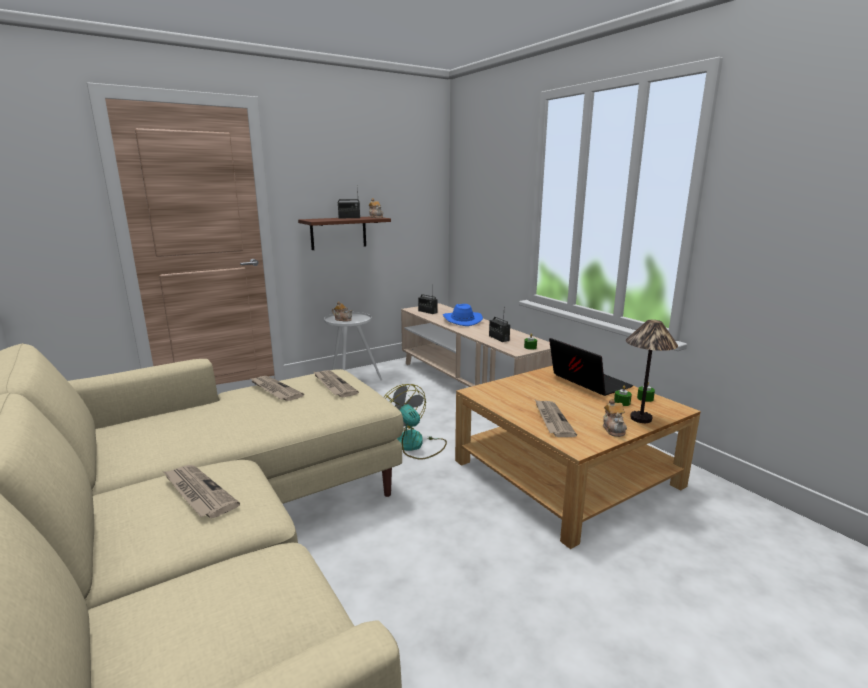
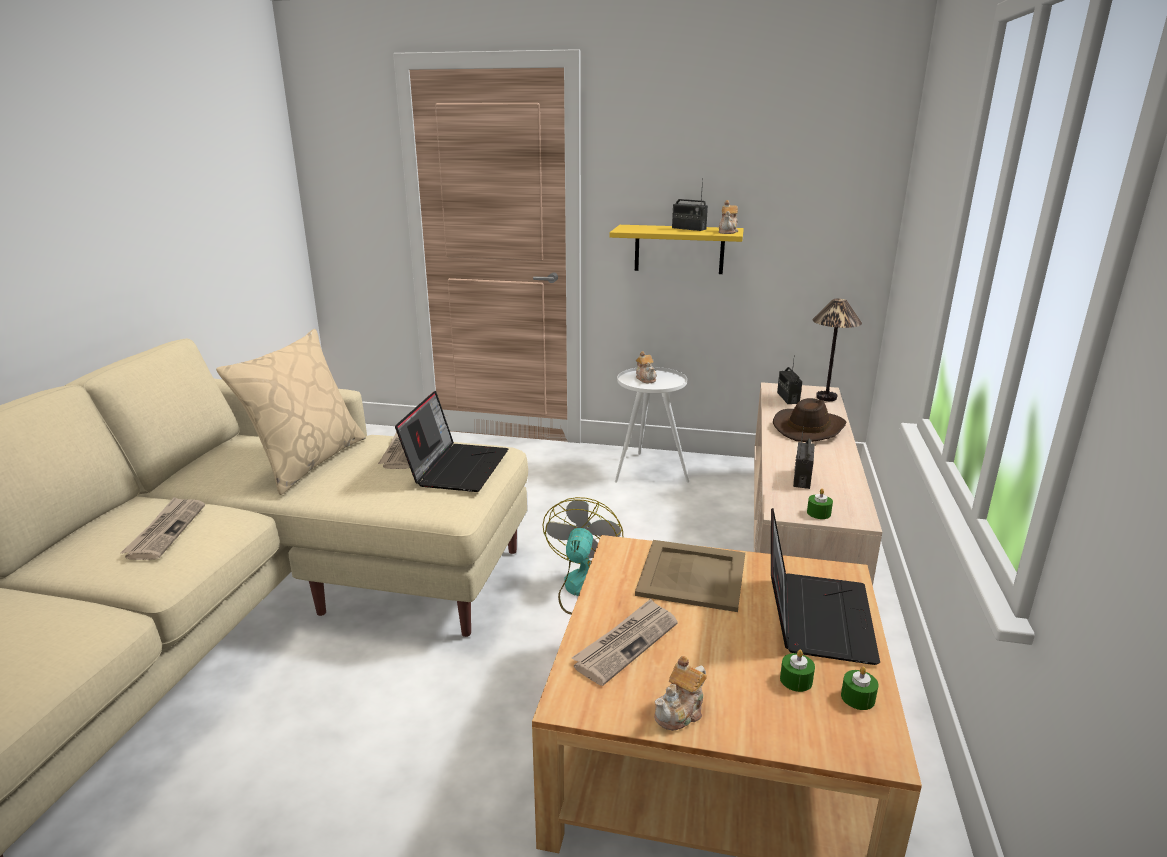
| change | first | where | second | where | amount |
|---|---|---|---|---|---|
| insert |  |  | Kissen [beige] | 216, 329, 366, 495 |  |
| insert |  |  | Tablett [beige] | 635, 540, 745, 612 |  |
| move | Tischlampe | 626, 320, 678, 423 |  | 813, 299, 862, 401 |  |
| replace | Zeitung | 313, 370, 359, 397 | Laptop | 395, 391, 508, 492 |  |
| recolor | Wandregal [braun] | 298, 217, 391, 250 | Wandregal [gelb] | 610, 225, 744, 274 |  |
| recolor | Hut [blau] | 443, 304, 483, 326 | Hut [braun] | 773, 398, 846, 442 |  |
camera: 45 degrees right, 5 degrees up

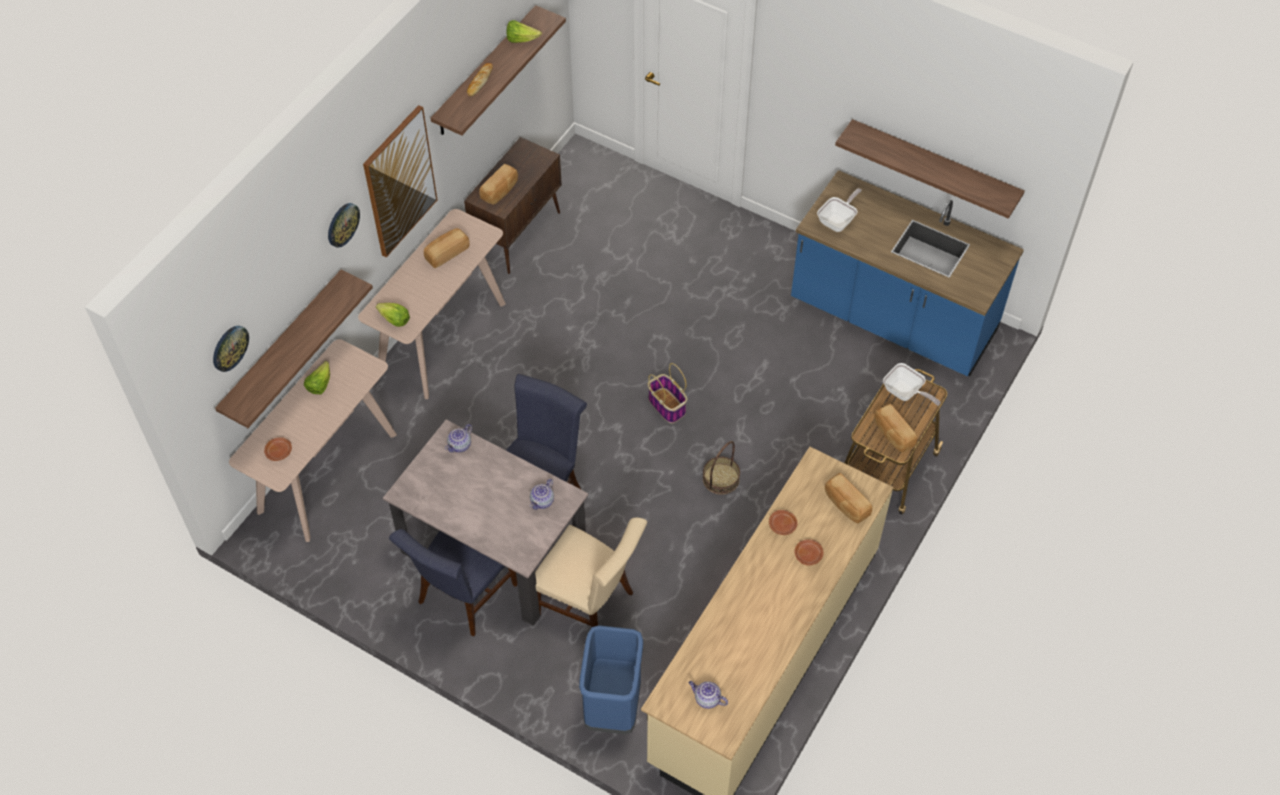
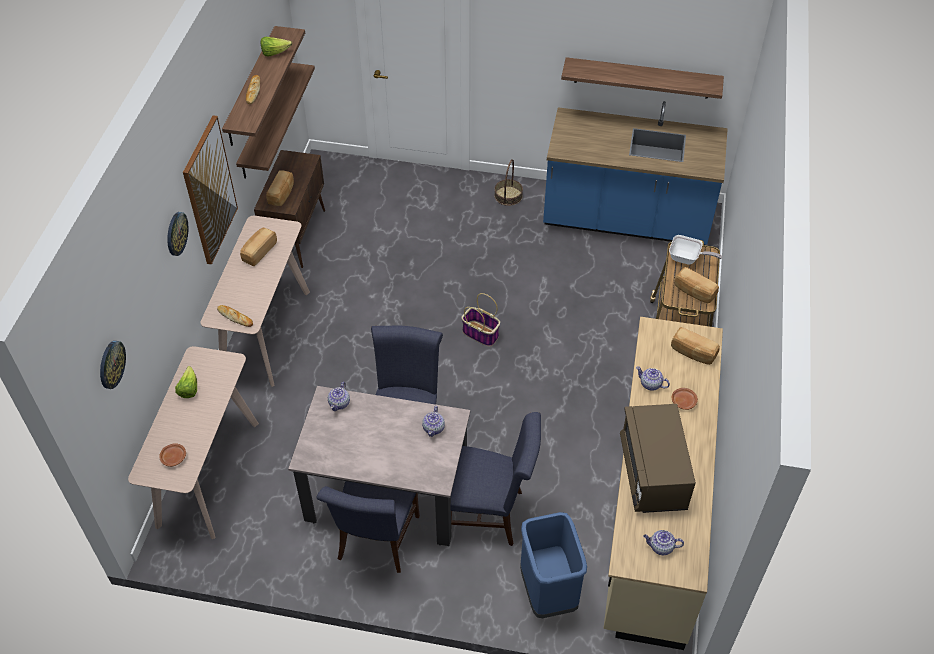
| change | first | where | second | where | amount |
|---|---|---|---|---|---|
| delete | Pfanne | 817, 188, 862, 232 |  |  |  |
| insert |  |  | Mikrowelle [braun] | 620, 404, 696, 513 |  |
| move | Wandregal | 215, 269, 373, 428 |  | 236, 63, 315, 179 |  |
| move | Korb | 703, 441, 740, 495 |  | 494, 159, 523, 206 |  |
| replace | Salatkopf | 376, 303, 410, 327 | Brot | 217, 305, 253, 327 |  |
| replace | Teller [braun] | 769, 510, 798, 535 | Teekanne | 636, 366, 670, 391 |  |
| recolor | Stuhl [beige] | 535, 517, 647, 628 | Stuhl [blau] | 450, 412, 541, 546 |  |
camera: 20 degrees left, 5 degrees down

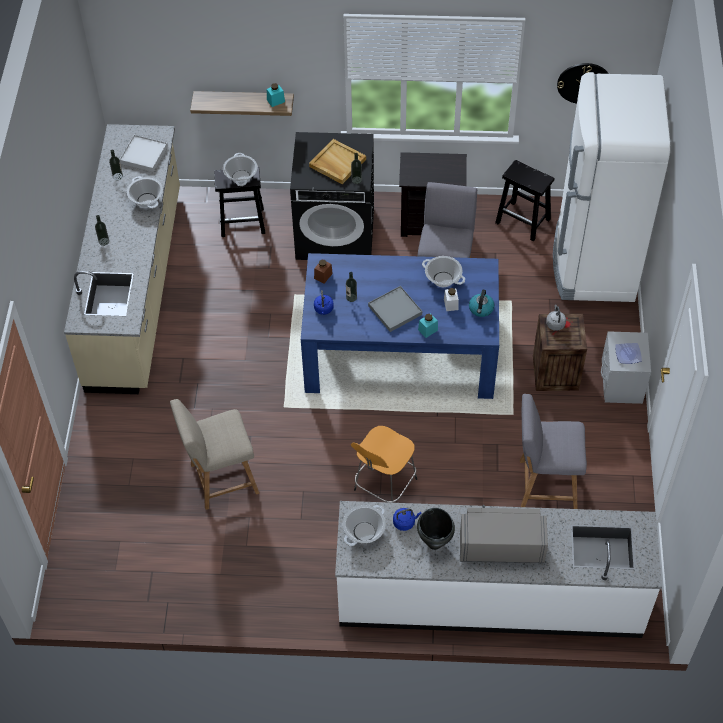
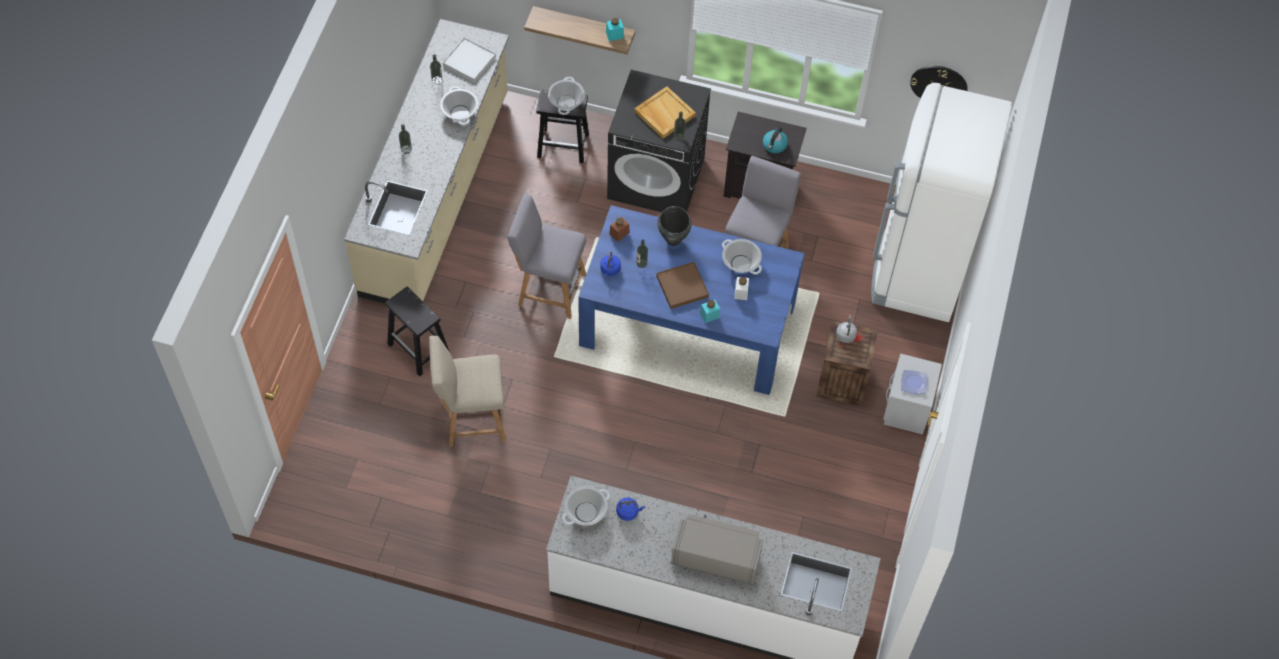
| change | first | where | second | where | amount |
|---|---|---|---|---|---|
| delete | Hocker [orange] | 351, 426, 417, 503 |  |  |  |
| move | Kochtopf [schwarz] | 417, 508, 455, 550 |  | 657, 206, 692, 246 |  |
| move | Wasserkessel | 469, 290, 495, 317 |  | 763, 127, 788, 153 |  |
| move | Hocker [schwarz] | 495, 160, 554, 242 |  | 385, 286, 450, 377 |  |
| move | Stuhl [grau] | 520, 394, 587, 509 |  | 507, 194, 586, 319 |  |
| recolor | Tablett [grau] | 368, 286, 422, 332 | Tablett [braun] | 656, 262, 709, 309 |  |
camera: 10 degrees right, 5 degrees up

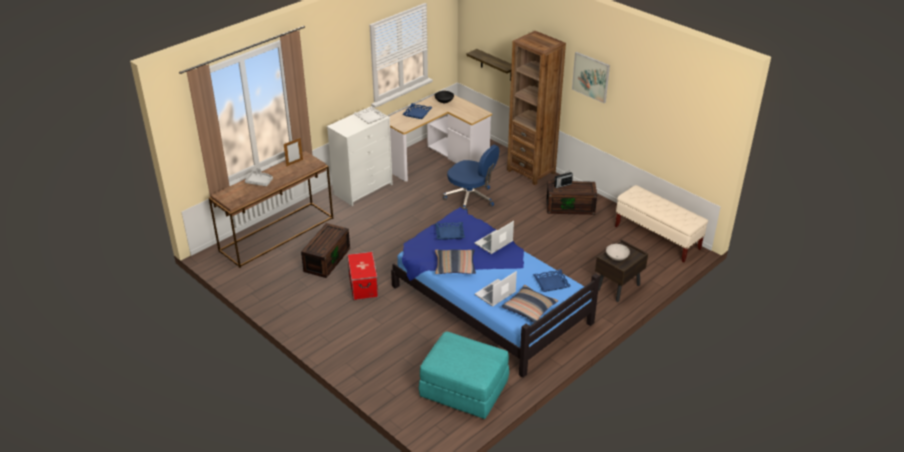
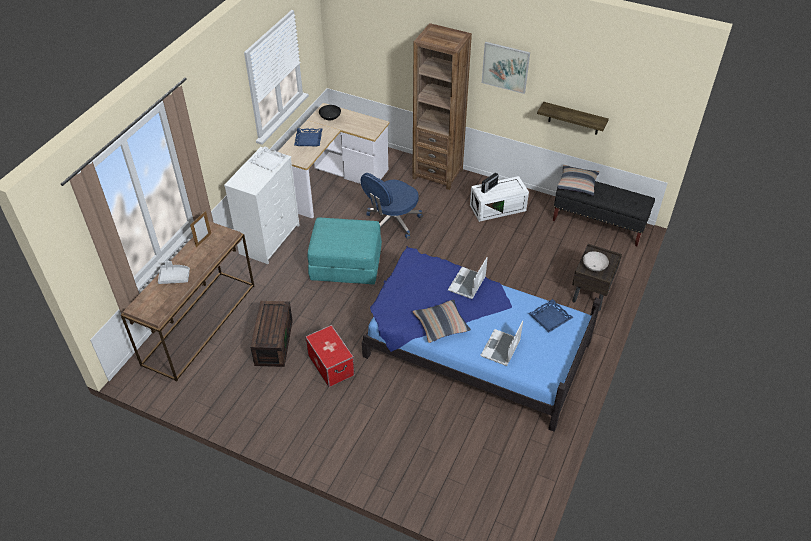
| change | first | where | second | where | amount |
|---|---|---|---|---|---|
| delete | Tablett [blau] | 435, 222, 465, 240 |  |  |  |
| move | Polsterhocker [türkis] | 419, 331, 509, 419 |  | 307, 218, 382, 284 |  |
| move | Wandregal | 466, 49, 512, 80 |  | 537, 102, 609, 135 |  |
| move | Kissen | 502, 285, 558, 323 |  | 557, 165, 599, 196 |  |
| recolor | Aufbewahrungsbox [braun] | 546, 181, 597, 215 | Aufbewahrungsbox [weiß] | 470, 176, 529, 222 |  |
| recolor | Bank [beige] | 615, 185, 708, 263 | Bank [schwarz] | 553, 181, 655, 246 |  |
| rotate | Bürostuhl [blau] | 443, 145, 499, 210 |  | 361, 173, 423, 239 | 120 degrees clockwise |
camera: 20 degrees left, 10 degrees up

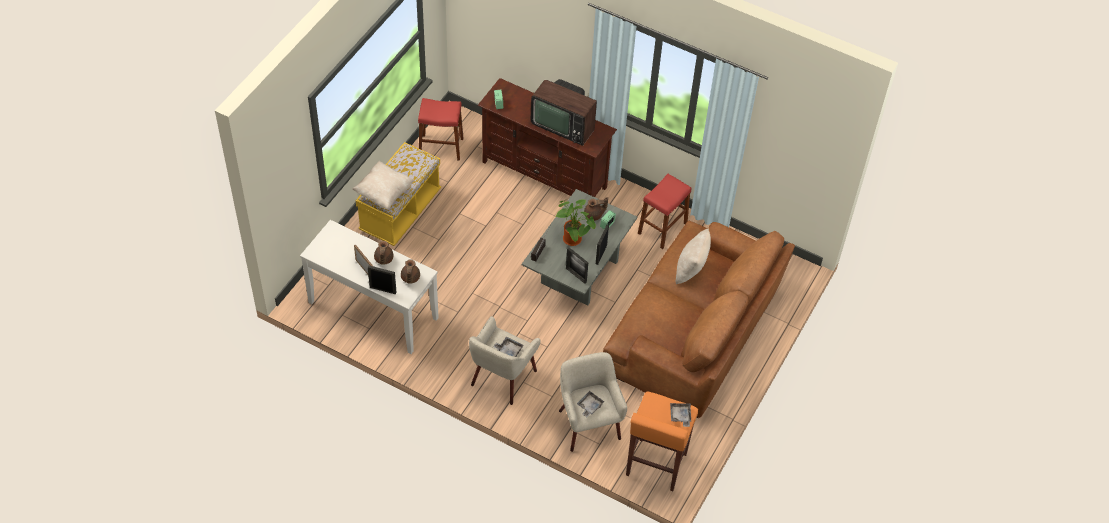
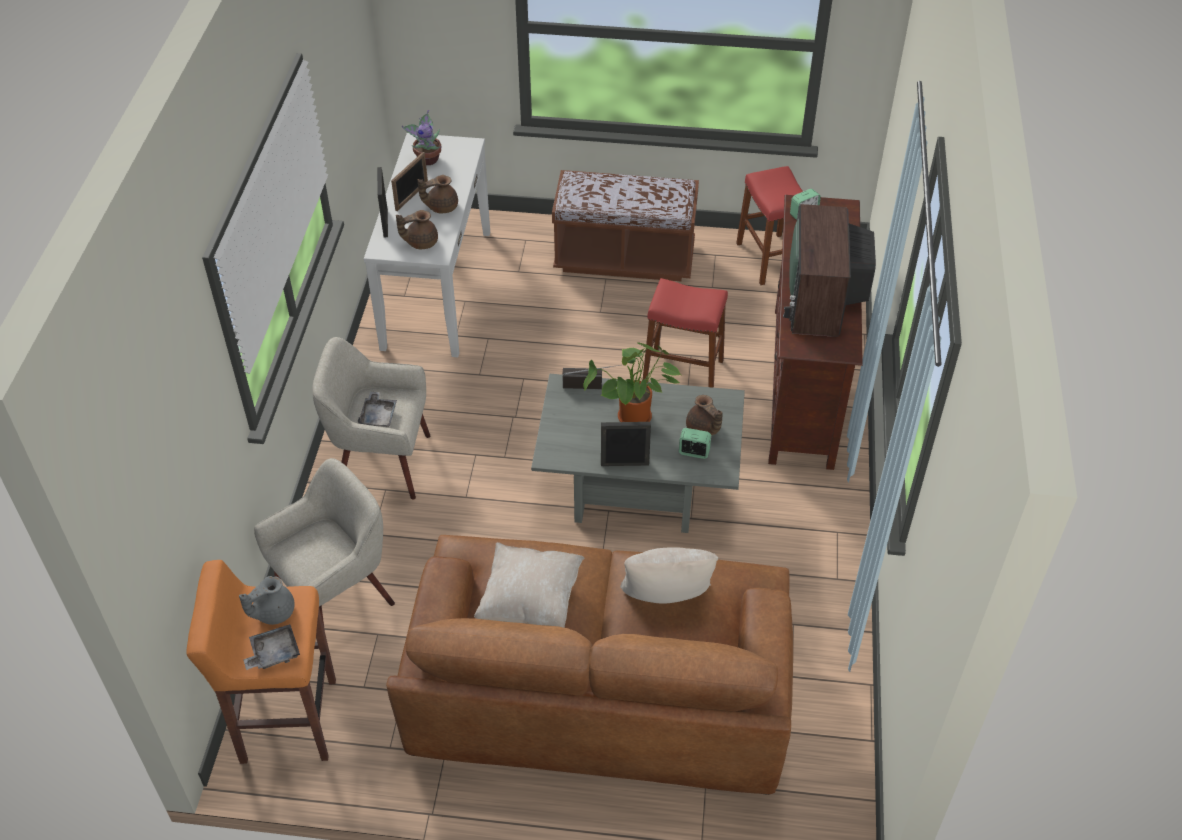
| change | first | where | second | where | amount |
|---|---|---|---|---|---|
| delete | Bilderrahmen | 566, 248, 588, 284 |  |  |  |
| delete | Tablett [grau] | 577, 391, 604, 417 |  |  |  |
| insert |  |  | Teekanne [grau] | 239, 576, 295, 625 |  |
| insert |  |  | Topfpflanze | 402, 110, 441, 165 |  |
| move | Kissen [beige] | 352, 161, 414, 210 |  | 474, 542, 585, 628 |  |
| move | Hocker [rot] | 638, 174, 691, 249 |  | 643, 278, 728, 388 |  |
| recolor | Bank [gelb] | 356, 142, 441, 246 | Bank [braun] | 552, 170, 699, 281 |  |
camera: 70 degrees right, 5 degrees down

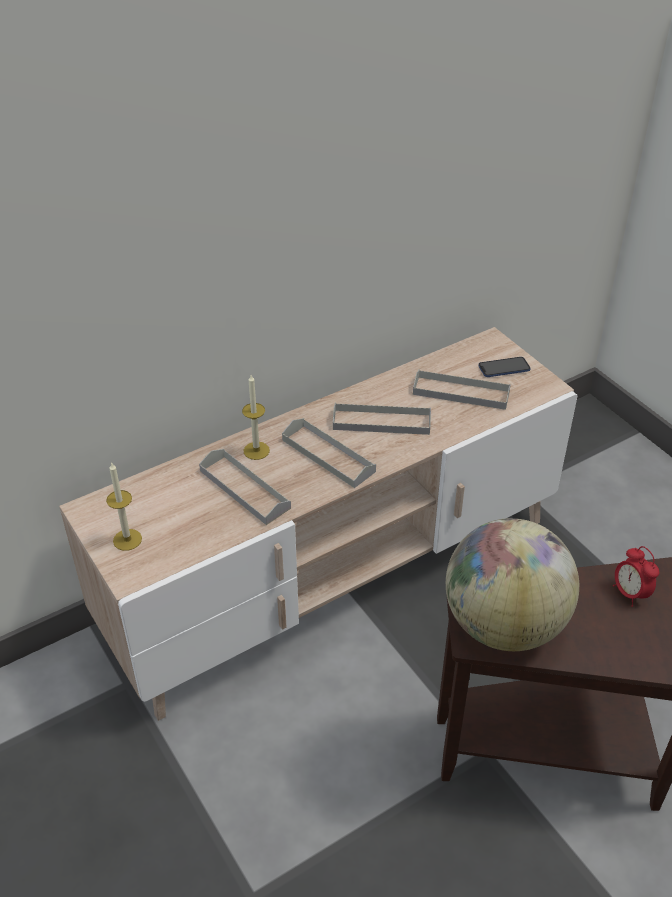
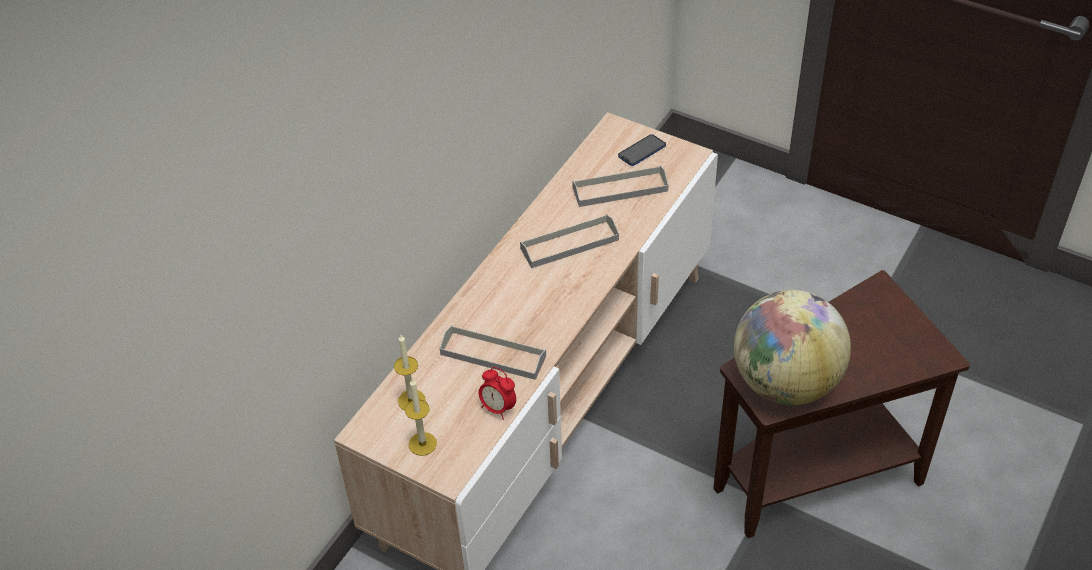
| change | first | where | second | where | amount |
|---|---|---|---|---|---|
| delete | Tablett [grau] | 282, 418, 376, 488 |  |  |  |
| move | Kerze | 242, 375, 270, 460 |  | 394, 335, 426, 410 |  |
| move | Wecker | 613, 546, 660, 607 |  | 479, 367, 516, 420 |  |
camera: 25 degrees left, 5 degrees up

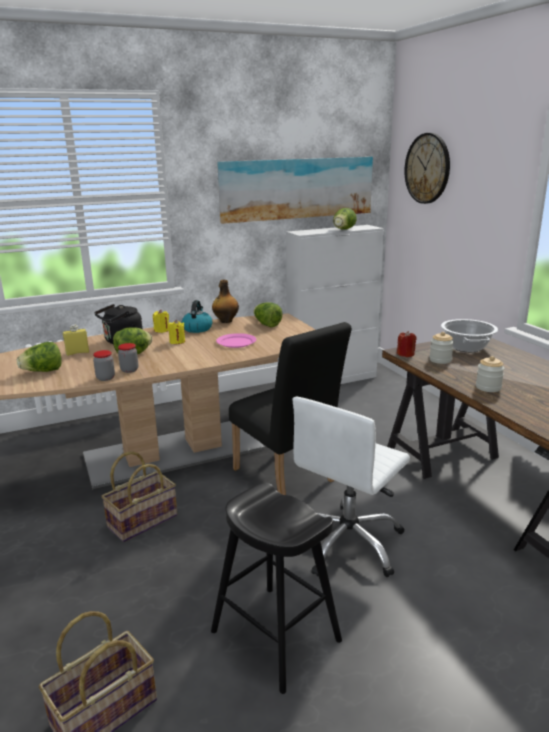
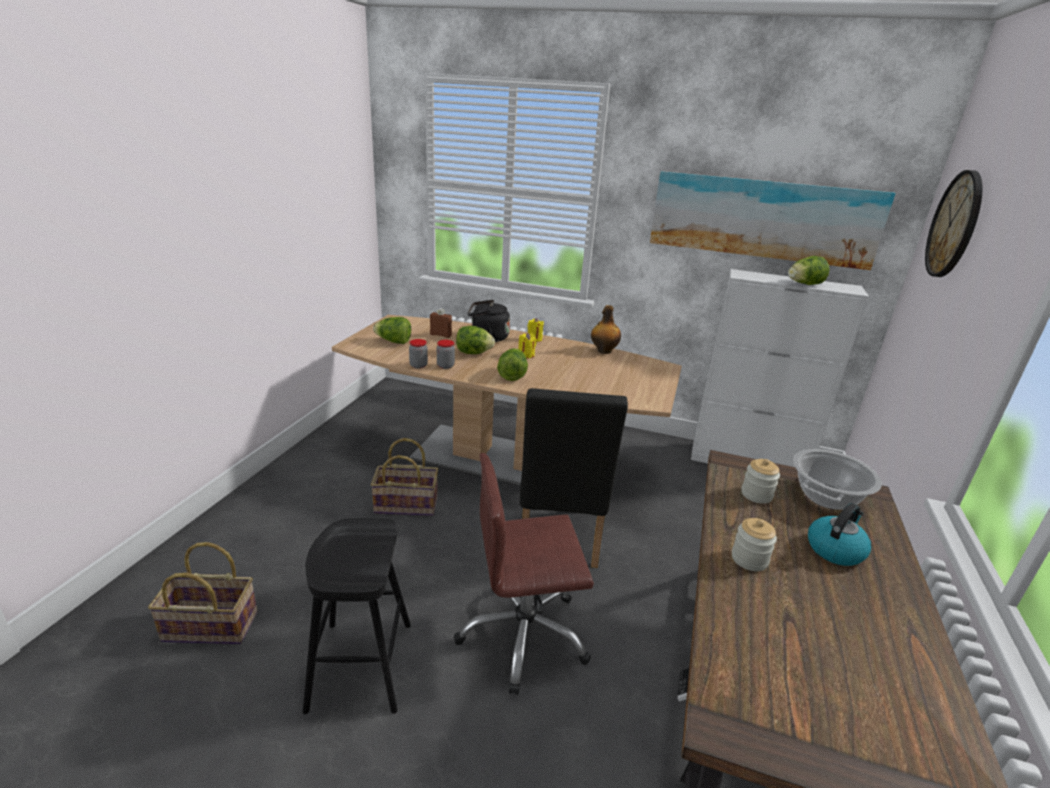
| change | first | where | second | where | amount |
|---|---|---|---|---|---|
| delete | Teller [rosa] | 216, 333, 256, 348 |  |  |  |
| delete | Kerze [rot] | 397, 331, 417, 357 |  |  |  |
| move | Wasserkessel | 182, 300, 213, 333 |  | 808, 503, 871, 566 |  |
| move | Salatkopf | 254, 303, 282, 327 |  | 497, 348, 528, 381 |  |
| recolor | Flasche [gelb] | 63, 324, 89, 356 | Flasche [braun] | 430, 308, 452, 338 |  |
| recolor | Bürostuhl [weiß] | 293, 397, 410, 577 | Bürostuhl [braun] | 454, 453, 594, 695 |  |
camera: 40 degrees right, 5 degrees up

